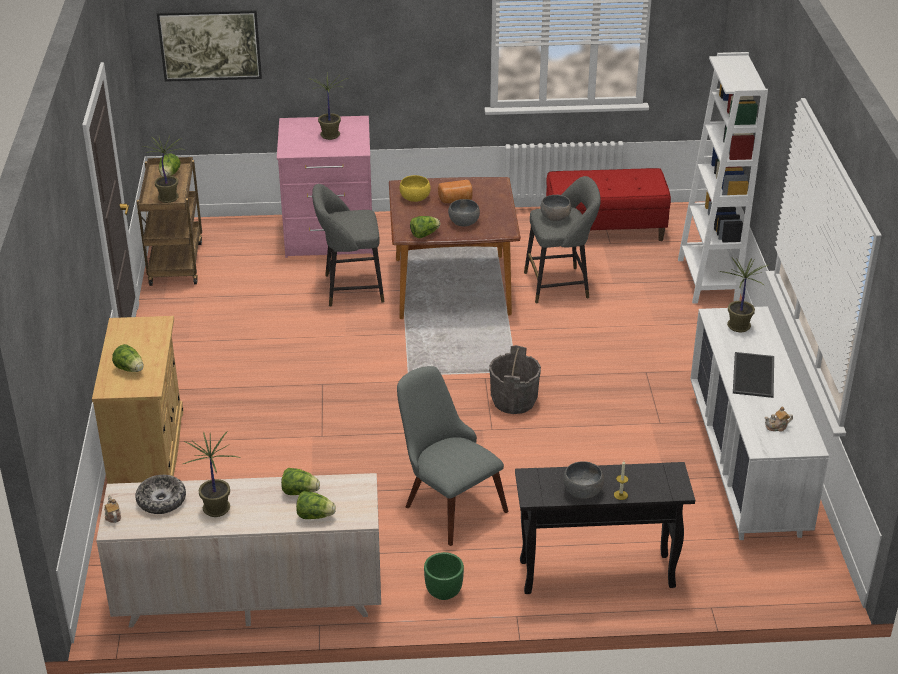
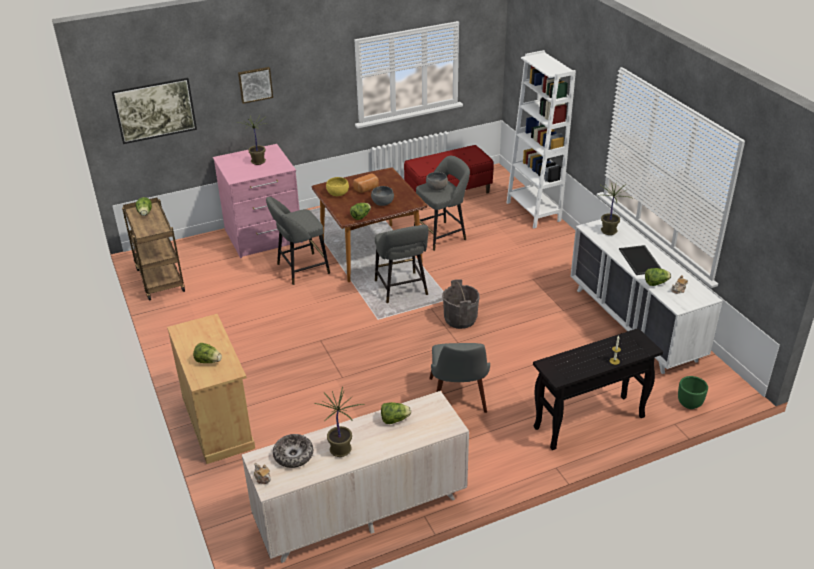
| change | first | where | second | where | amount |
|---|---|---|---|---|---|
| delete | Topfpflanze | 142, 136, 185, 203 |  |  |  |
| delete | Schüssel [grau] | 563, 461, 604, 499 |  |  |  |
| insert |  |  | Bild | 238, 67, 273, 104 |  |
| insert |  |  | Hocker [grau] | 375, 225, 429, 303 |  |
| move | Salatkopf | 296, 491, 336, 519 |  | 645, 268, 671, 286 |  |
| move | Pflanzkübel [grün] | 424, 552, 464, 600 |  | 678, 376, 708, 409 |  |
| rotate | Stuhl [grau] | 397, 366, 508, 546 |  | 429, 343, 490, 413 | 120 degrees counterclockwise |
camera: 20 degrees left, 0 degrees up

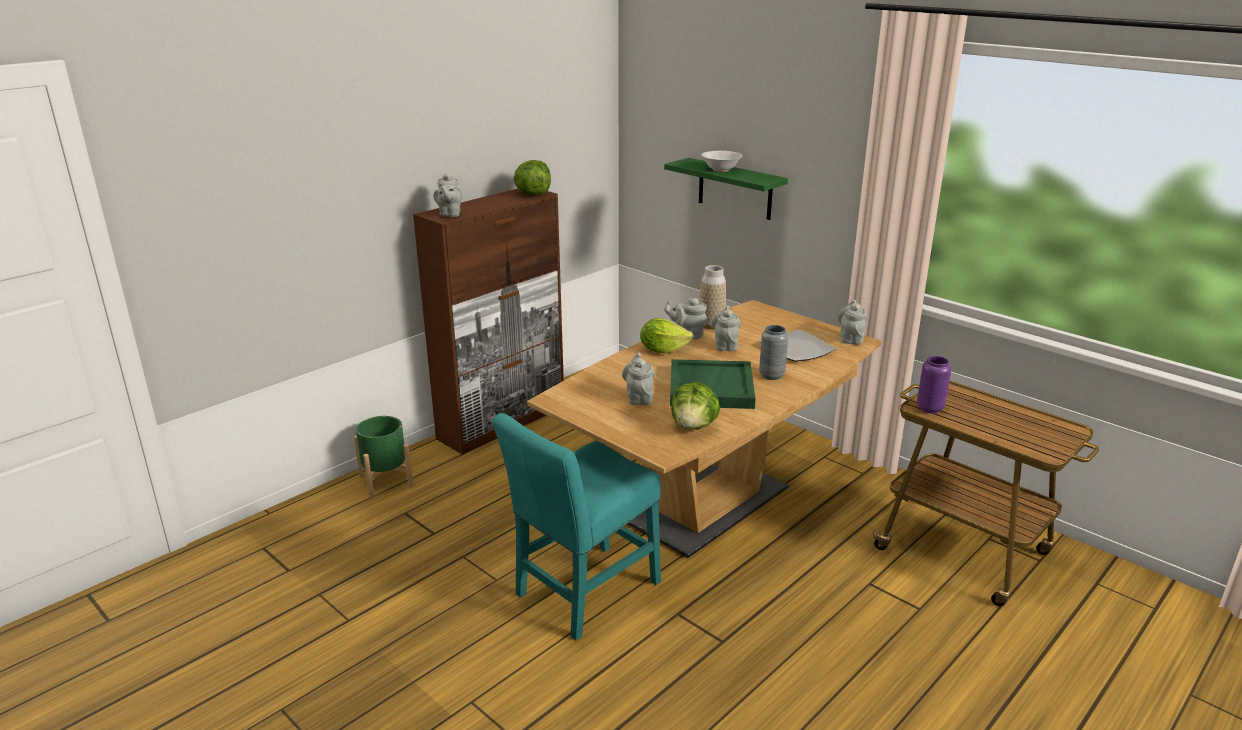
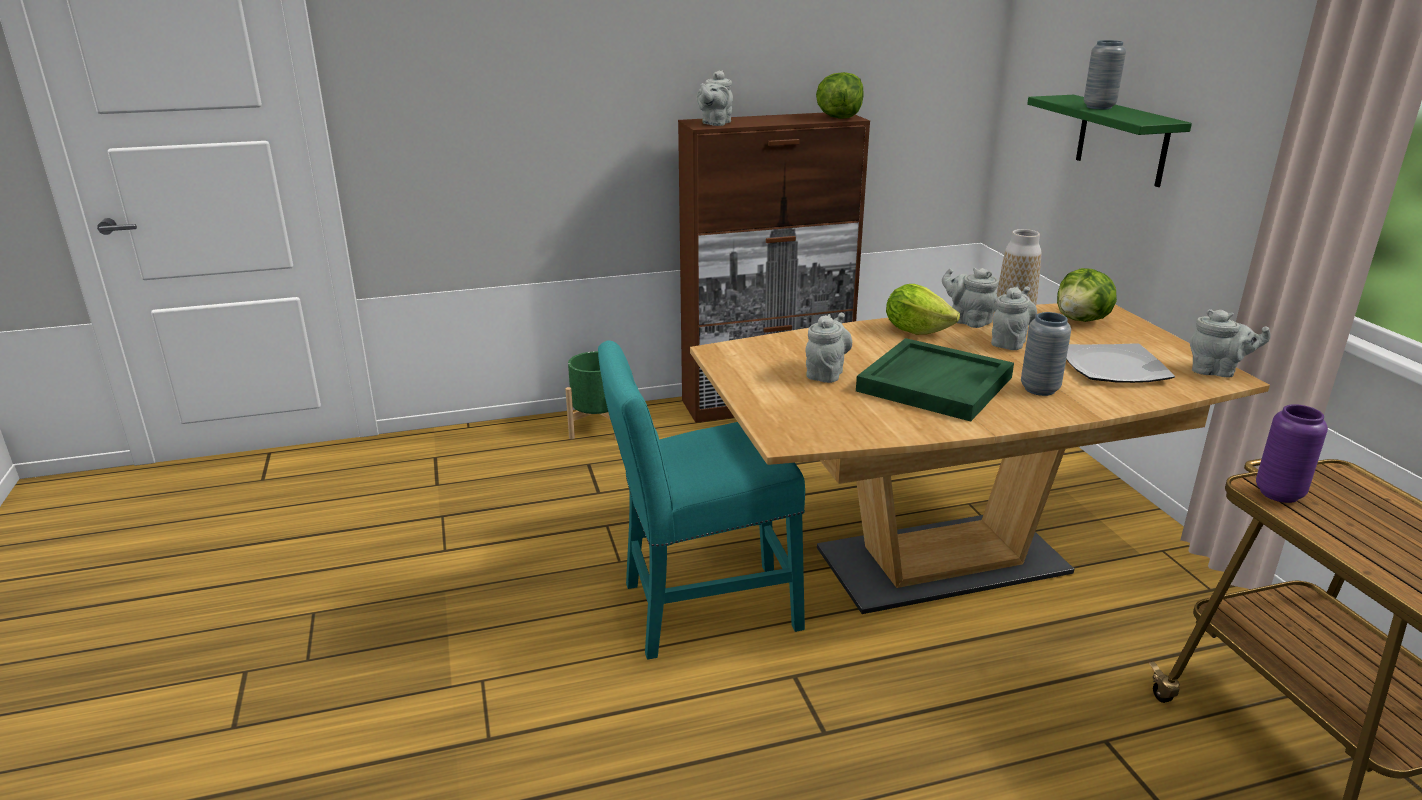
| change | first | where | second | where | amount |
|---|---|---|---|---|---|
| move | Salatkopf | 671, 383, 720, 430 |  | 1057, 268, 1117, 322 |  |
| replace | Schüssel [weiß] | 701, 151, 742, 172 | Vase [grau] | 1084, 40, 1126, 109 |  |
| rotate | Teekanne [grau] | 838, 300, 867, 344 |  | 1190, 309, 1271, 377 | 75 degrees clockwise |
camera: 30 degrees right, 0 degrees up

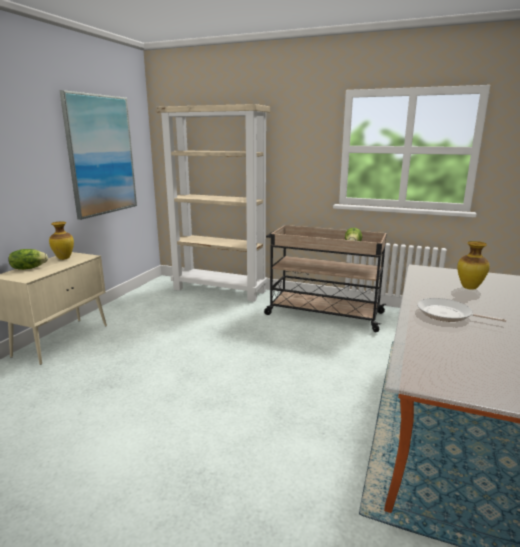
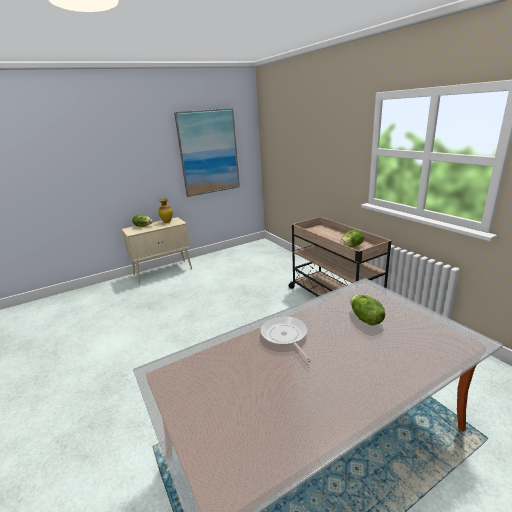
| change | first | where | second | where | amount |
|---|---|---|---|---|---|
| delete | Bücherregal [beige] | 157, 104, 270, 302 |  |  |  |
| replace | Vase | 457, 241, 490, 290 | Salatkopf | 350, 295, 385, 325 |  |
camera: 40 degrees right, 5 degrees up

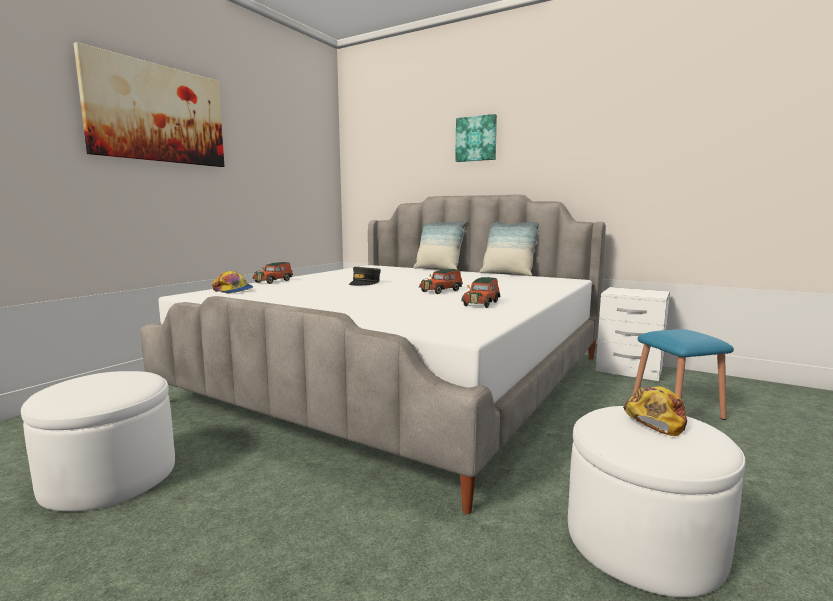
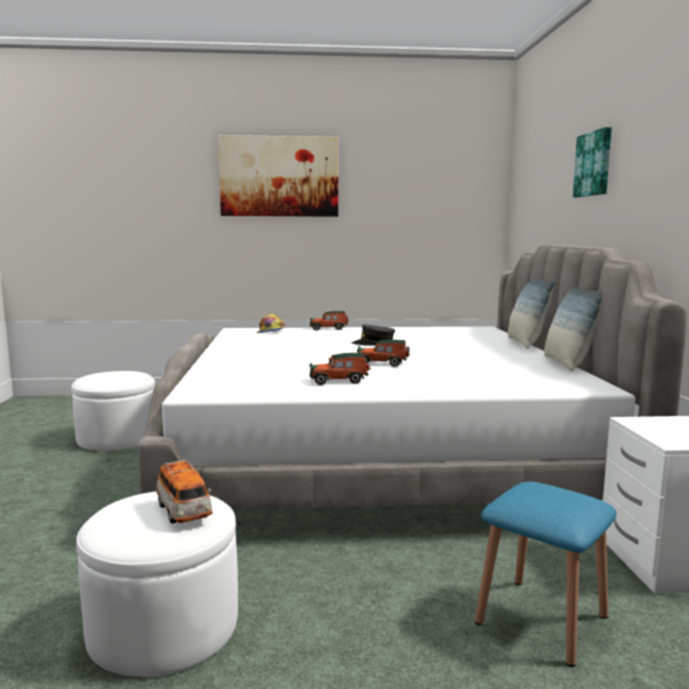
| change | first | where | second | where | amount |
|---|---|---|---|---|---|
| replace | Kappe | 623, 386, 687, 436 | Spielzeugauto | 156, 459, 212, 523 |  |
camera: 55 degrees right, 0 degrees up

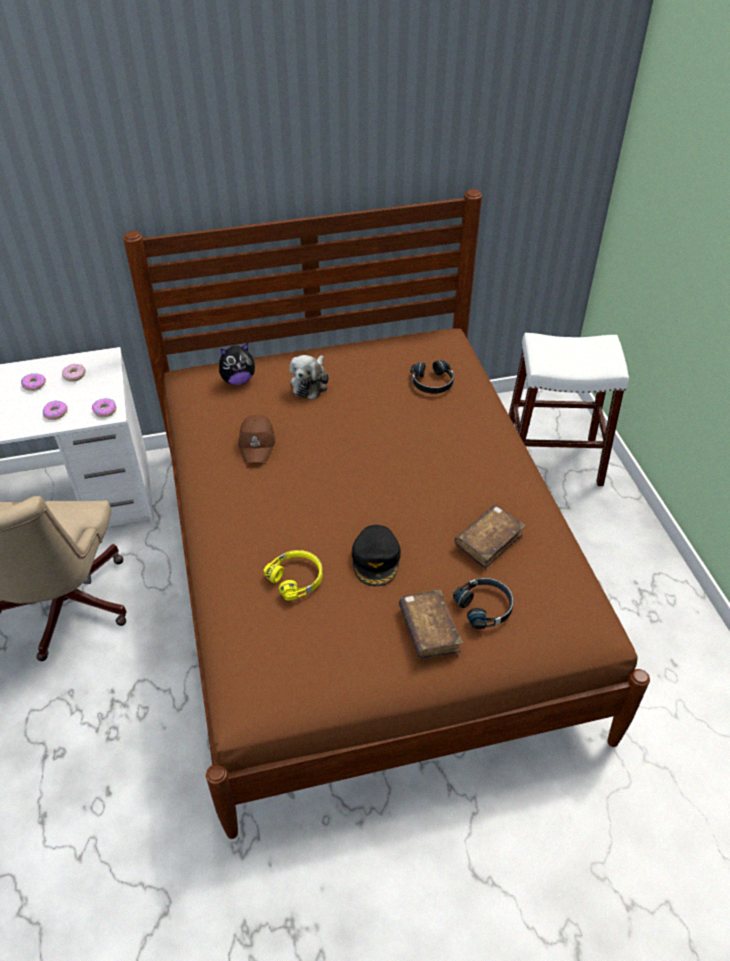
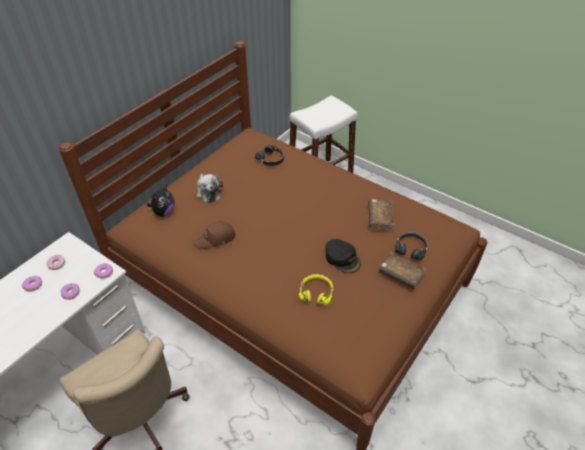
| change | first | where | second | where | amount |
|---|---|---|---|---|---|
| rotate | Kappe [braun] | 238, 415, 275, 463 |  | 195, 221, 235, 249 | 105 degrees clockwise |
camera: 40 degrees left, 0 degrees up

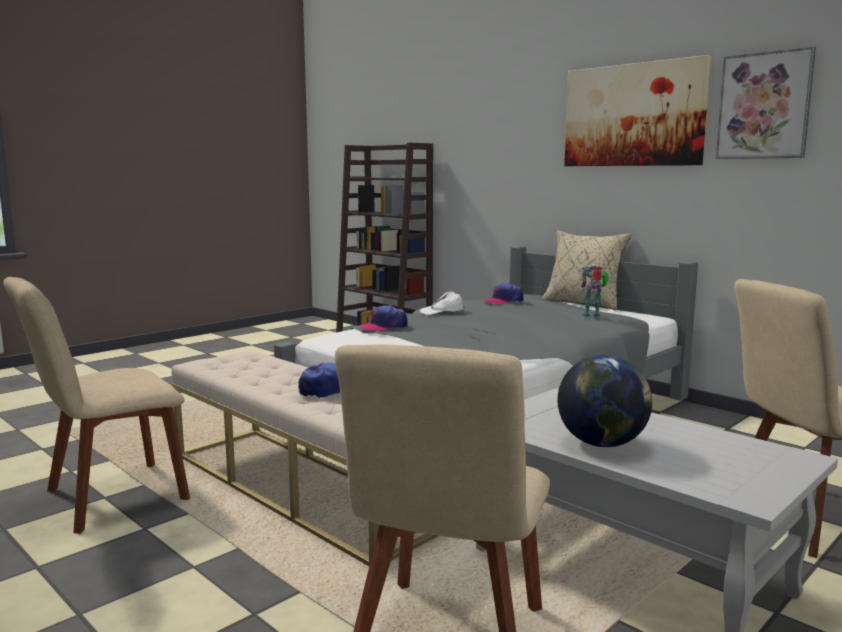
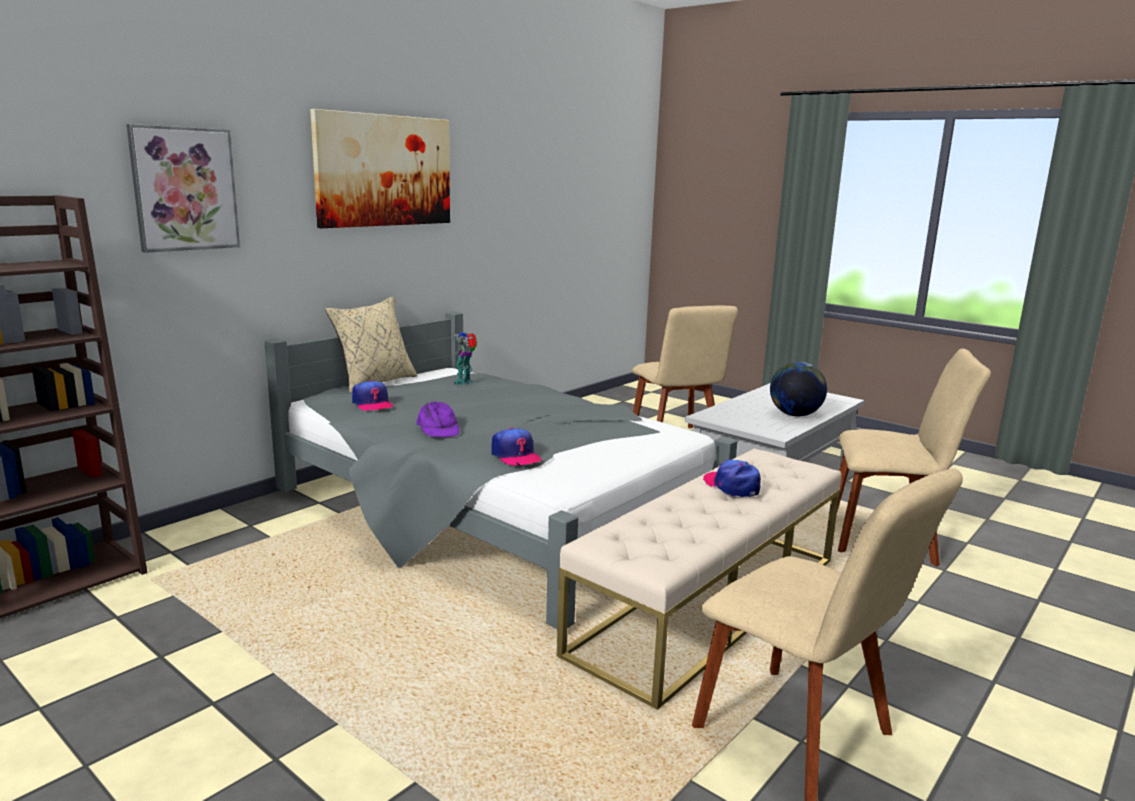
| change | first | where | second | where | amount |
|---|---|---|---|---|---|
| move | Bild | 716, 46, 816, 159 |  | 126, 124, 240, 253 |  |
| recolor | Kappe [weiß] | 420, 291, 465, 315 | Kappe [lila] | 417, 401, 460, 437 |  |
| rotate | Spielzeugroboter | 581, 266, 609, 318 |  | 452, 332, 477, 386 | 45 degrees clockwise |
camera: 95 degrees left, 5 degrees up

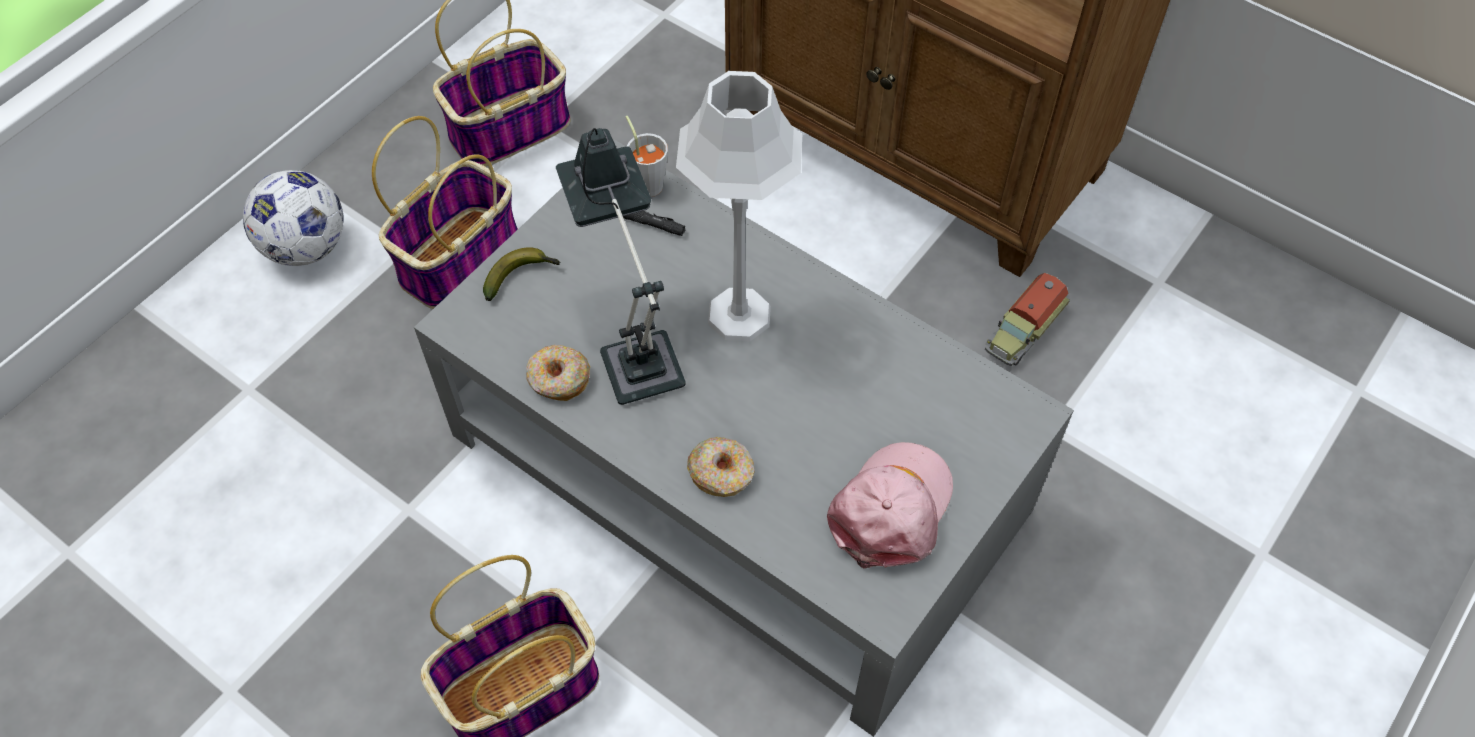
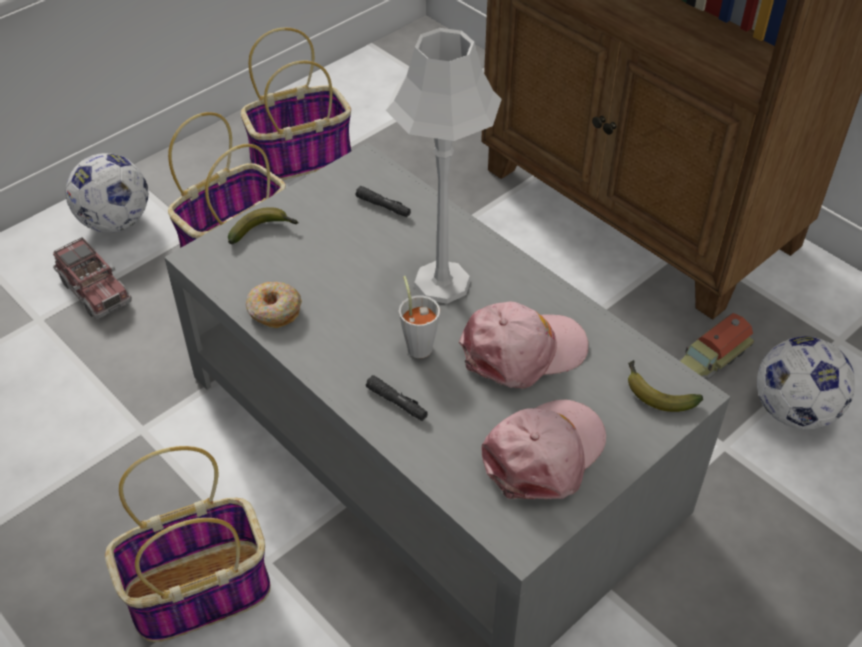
| change | first | where | second | where | amount |
|---|---|---|---|---|---|
| delete | Tischlampe | 556, 128, 686, 405 |  |  |  |
| insert |  |  | Spielzeuglaster | 53, 238, 132, 319 |  |
| insert |  |  | Kappe [rosa] | 459, 302, 588, 389 |  |
| insert |  |  | Banane | 628, 360, 703, 412 |  |
| insert |  |  | Fußball | 757, 336, 855, 430 |  |
| move | Tasse [grau] | 626, 116, 668, 197 |  | 399, 276, 440, 358 |  |
| replace | Donut | 687, 437, 755, 497 | Taschenlampe [schwarz] | 366, 375, 428, 421 |  |
camera: 10 degrees right, 10 degrees down

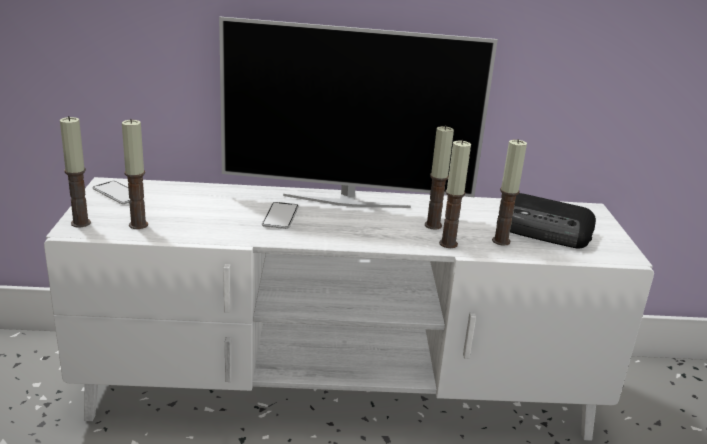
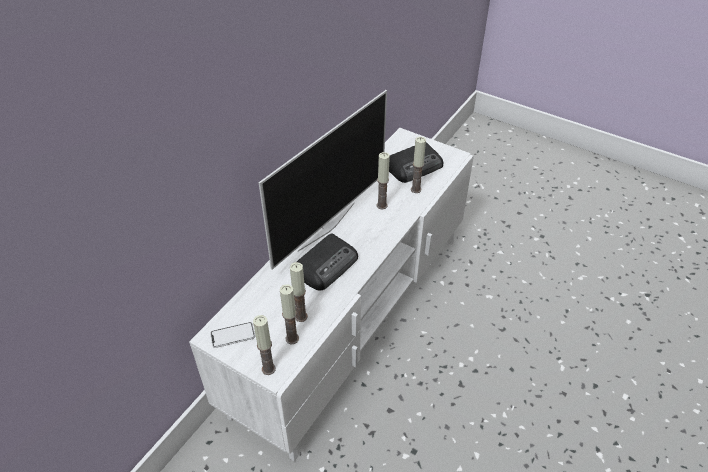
| change | first | where | second | where | amount |
|---|---|---|---|---|---|
| move | Kerze | 439, 140, 471, 248 |  | 290, 262, 308, 322 |  |
| replace | Handy | 262, 202, 299, 229 | Radio | 297, 234, 358, 290 |  |
camera: 55 degrees left, 20 degrees up

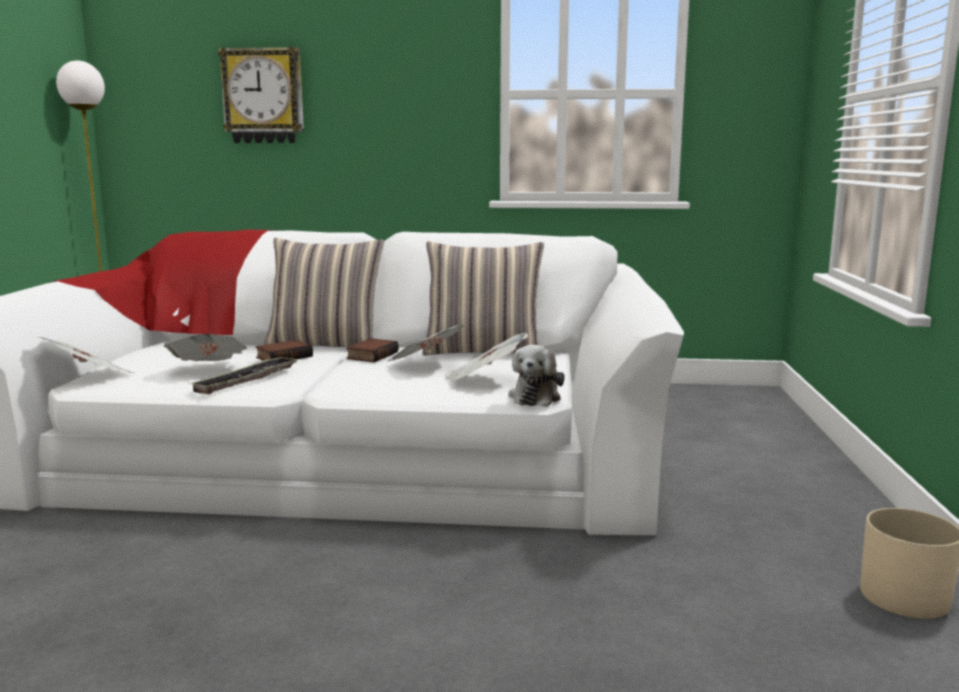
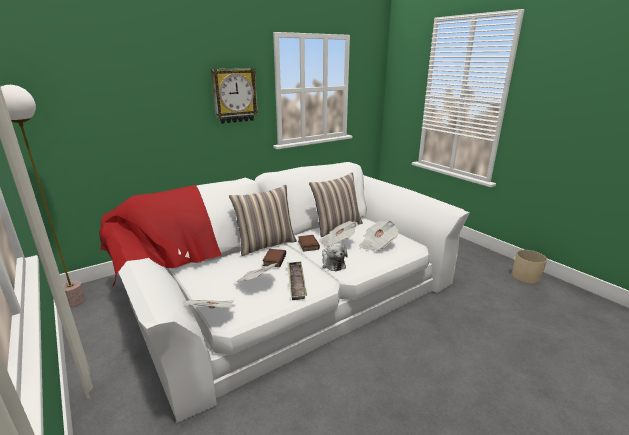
| change | first | where | second | where | amount |
|---|---|---|---|---|---|
| move | Wanduhr | 218, 47, 304, 143 |  | 211, 68, 259, 124 |  |
| move | Plüschtier | 508, 345, 565, 407 |  | 322, 243, 348, 272 |  |
camera: 40 degrees left, 10 degrees up

